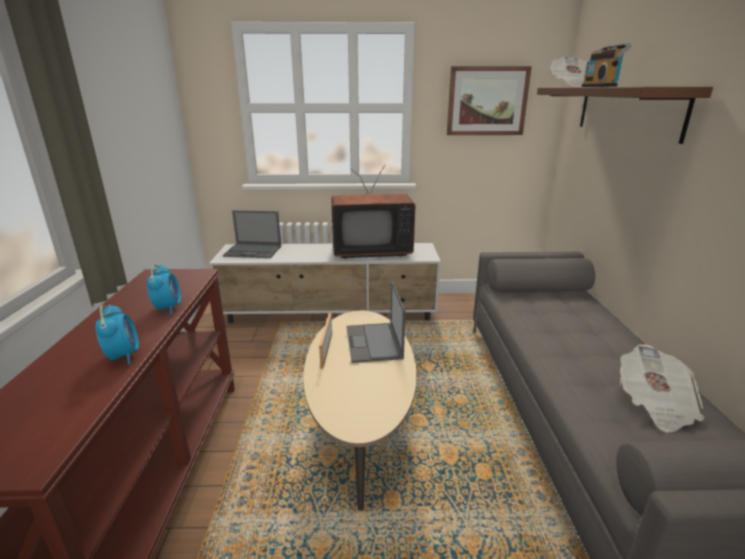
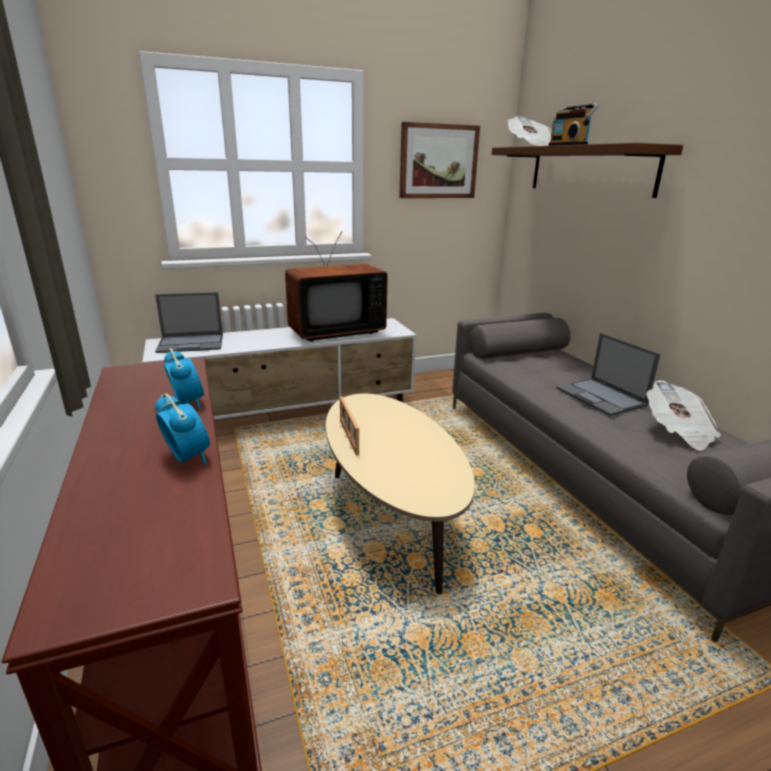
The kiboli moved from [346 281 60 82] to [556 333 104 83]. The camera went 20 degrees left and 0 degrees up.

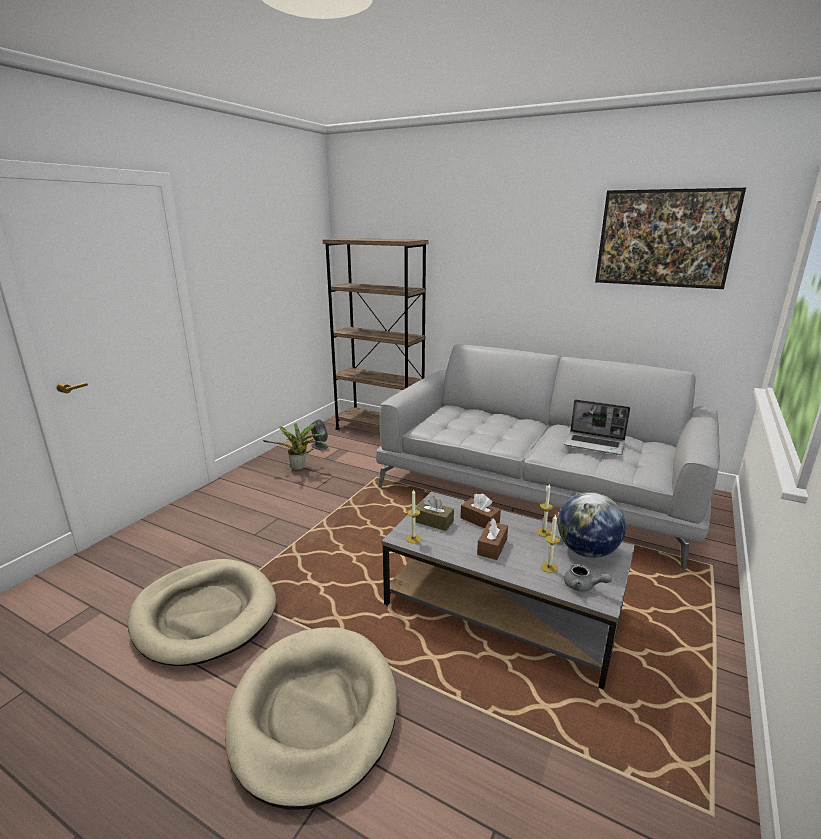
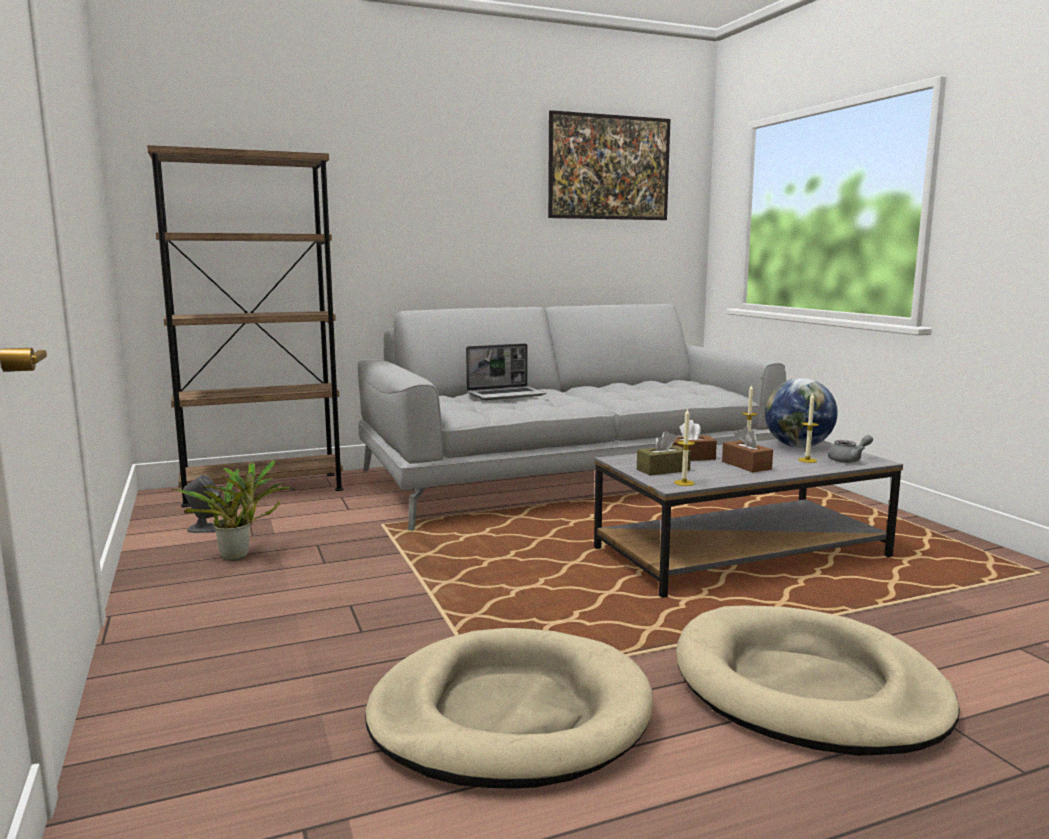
The kiboli moved from [564 399 66 56] to [466 343 80 57]. The camera went 50 degrees left and 10 degrees down.

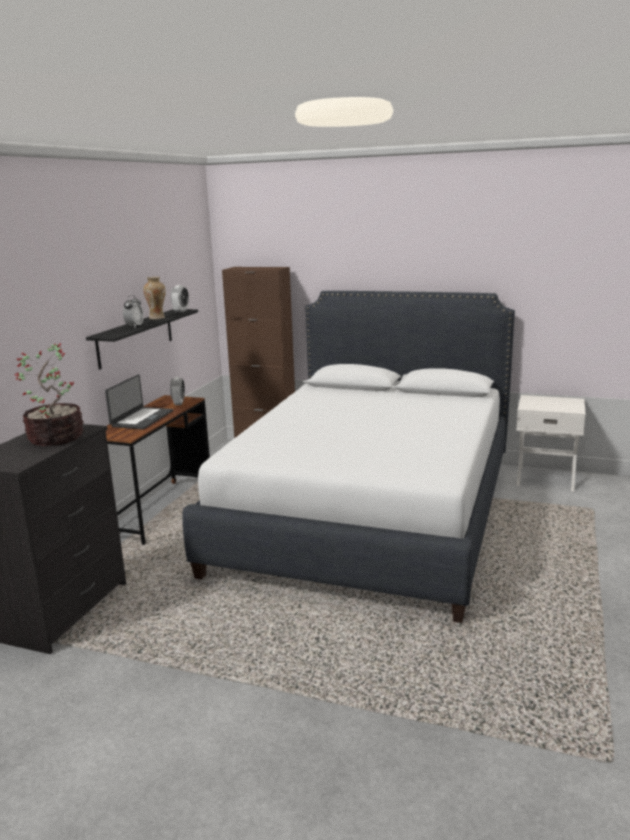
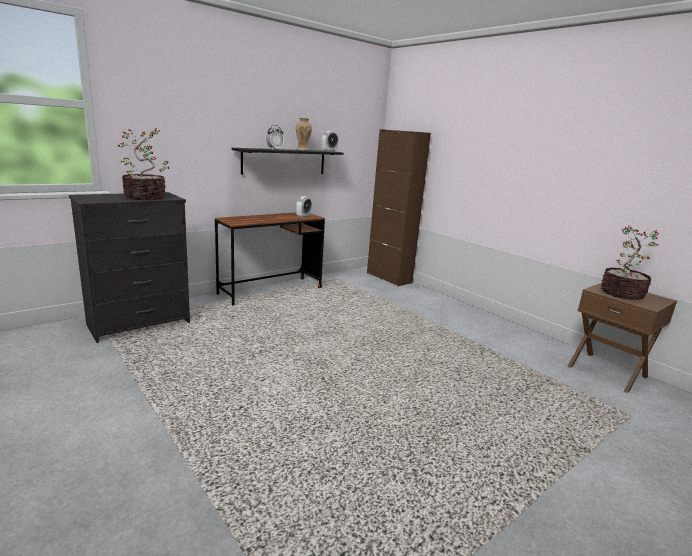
The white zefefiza at [182 291 333 332] disappeared. The kiboli at [105 374 68 55] disappeared. The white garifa at [516 395 70 96] became the brown garifa at [567 283 110 110]. The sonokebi at [601 225 58 75] appeared. The camera went 30 degrees right and 0 degrees up.

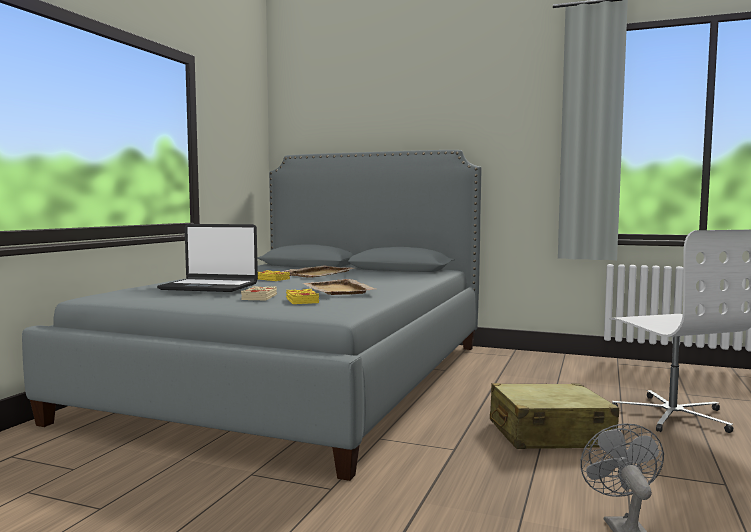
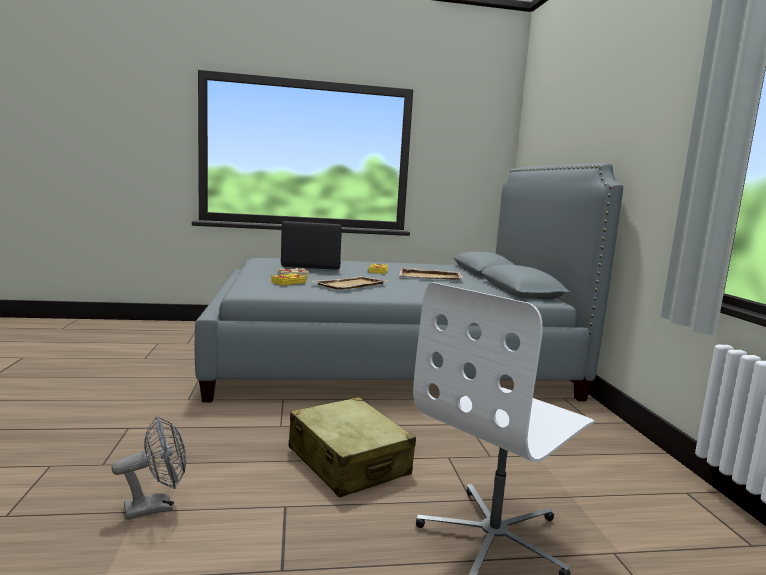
The kiboli at [157 224 101 68] turned 105 degrees clockwise. The camera went 60 degrees right and 5 degrees up.

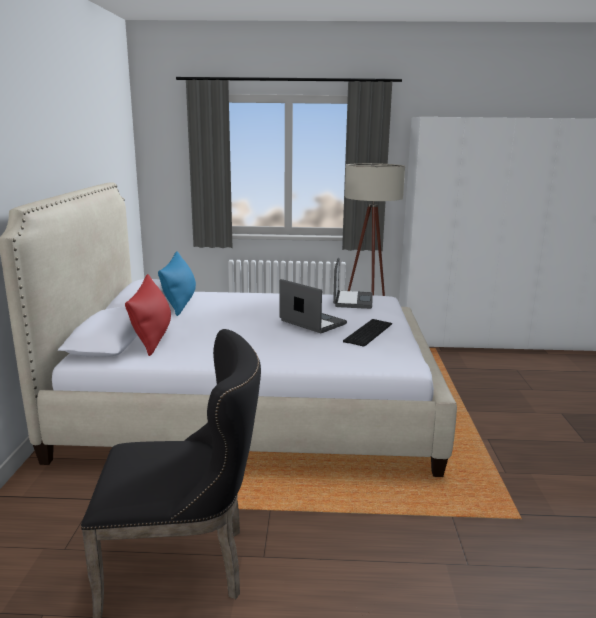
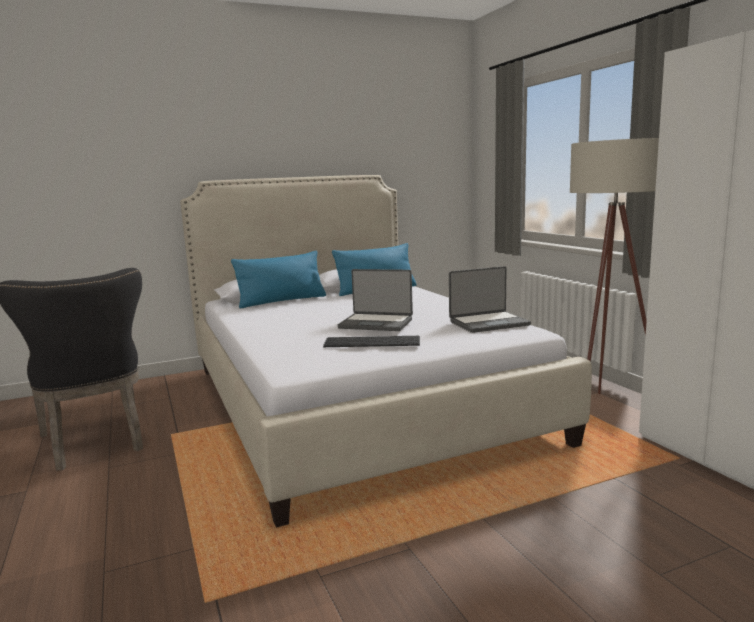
The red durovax at [125 274 46 82] became the blue durovax at [231 251 95 57]. The kiboli at [280 279 67 54] turned 90 degrees clockwise. The camera went 65 degrees right and 5 degrees down.

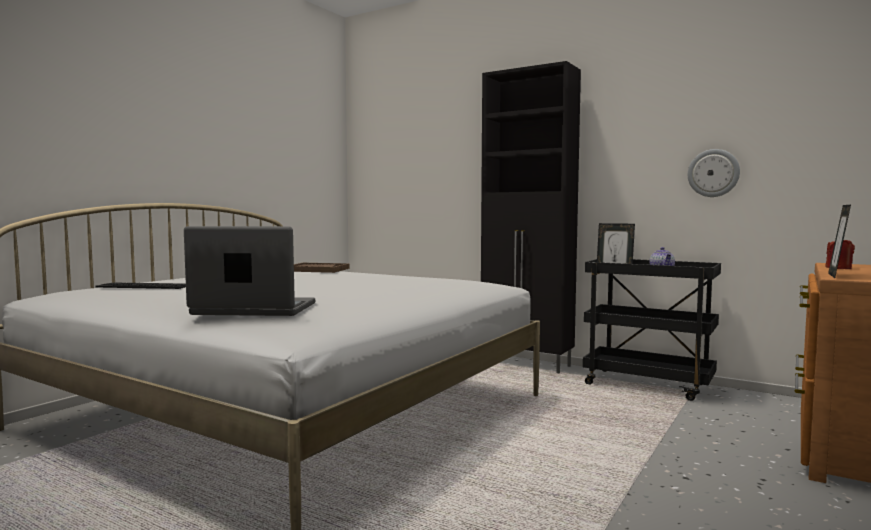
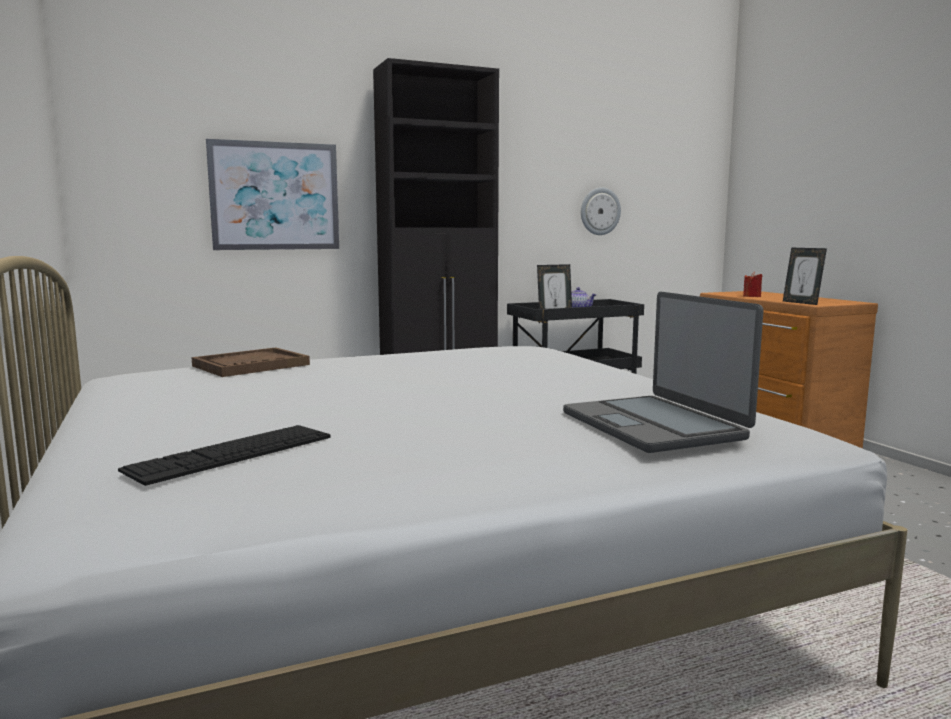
The kiboli at [184 226 131 90] turned 60 degrees counterclockwise. The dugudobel at [206 139 133 111] appeared. The camera went 55 degrees left and 5 degrees up.

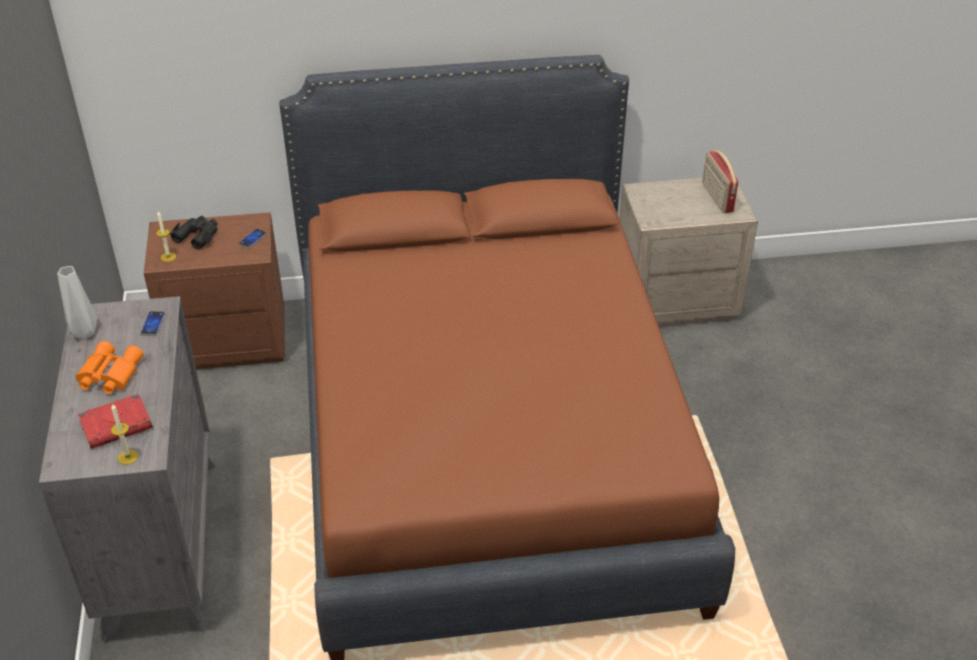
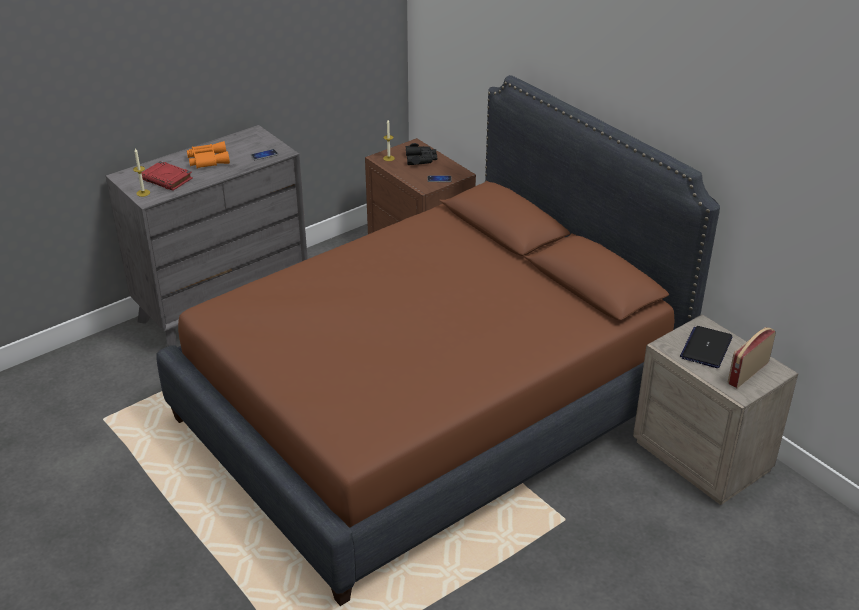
The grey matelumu at [58 266 39 74] disappeared. The kiboli at [680 326 52 42] appeared. The camera went 60 degrees right and 5 degrees down.

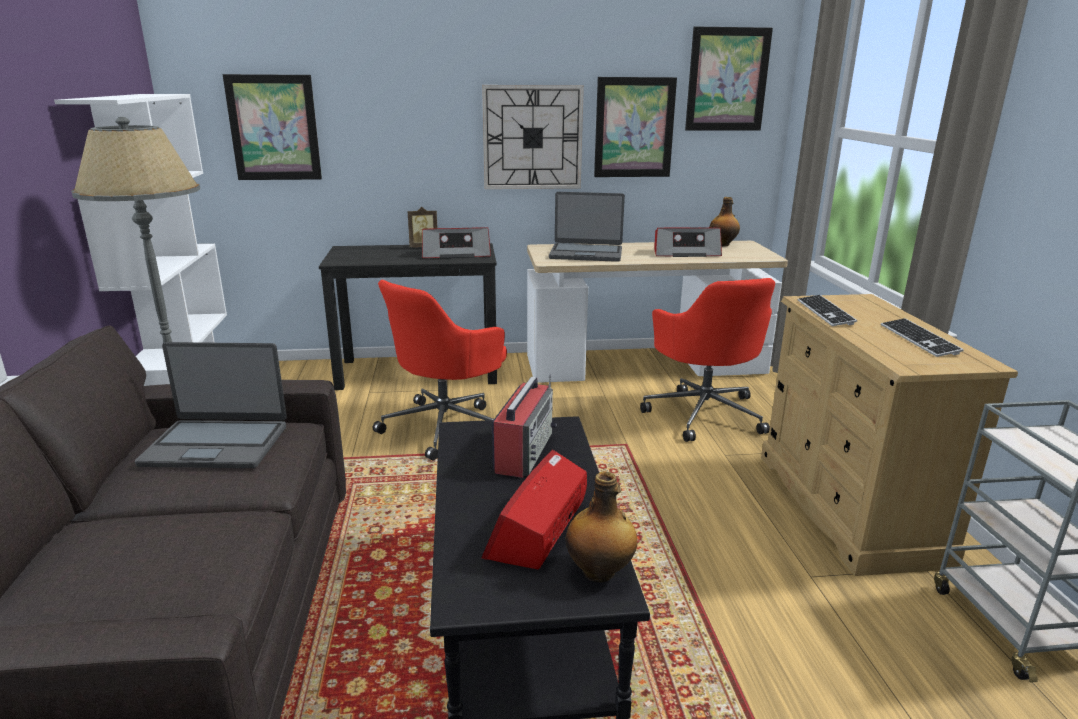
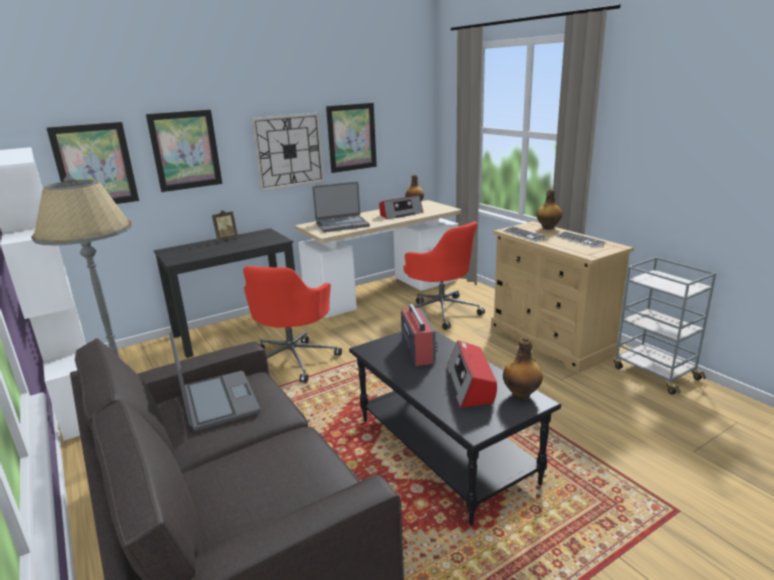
The dugudobel moved from [685 26 88 104] to [146 110 76 82]. The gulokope at [422 227 69 31] disappeared. The kiboli at [135 342 152 126] turned 90 degrees counterclockwise. The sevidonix at [537 189 25 41] appeared. The camera went 25 degrees left and 0 degrees up.

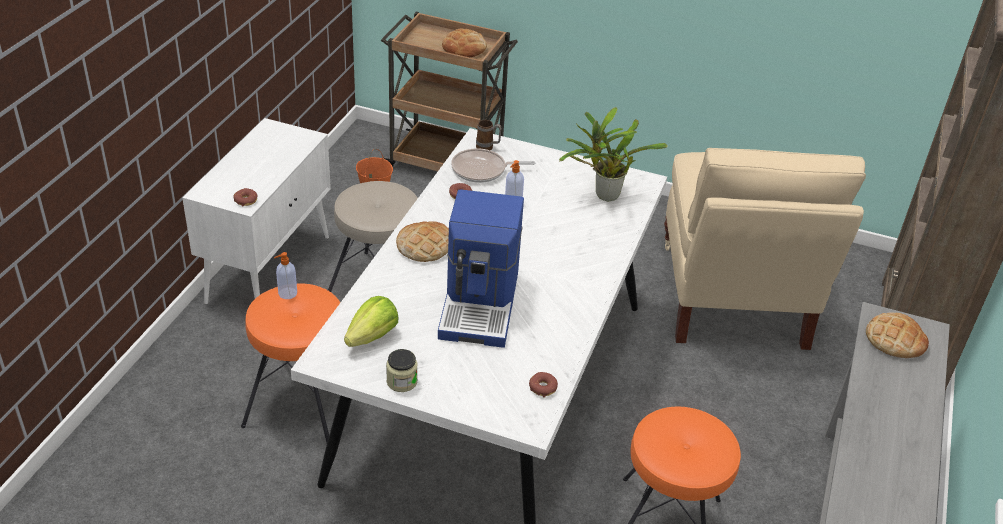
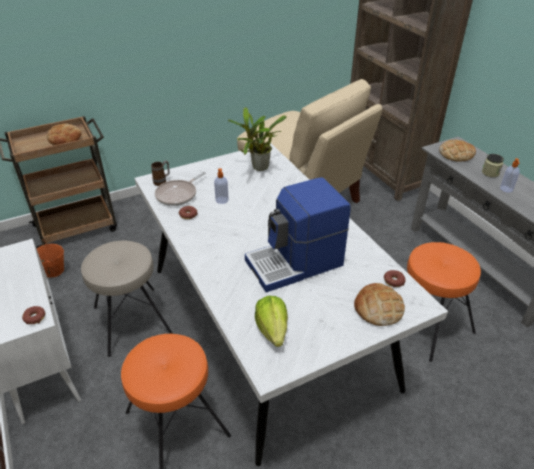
The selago at [438 189 86 159] turned 105 degrees clockwise. The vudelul moved from [396 221 53 41] to [354 283 51 43]. The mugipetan moved from [274 252 23 47] to [500 158 20 34]. The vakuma moved from [386 349 32 43] to [482 154 22 23]. The camera went 45 degrees left and 0 degrees up.

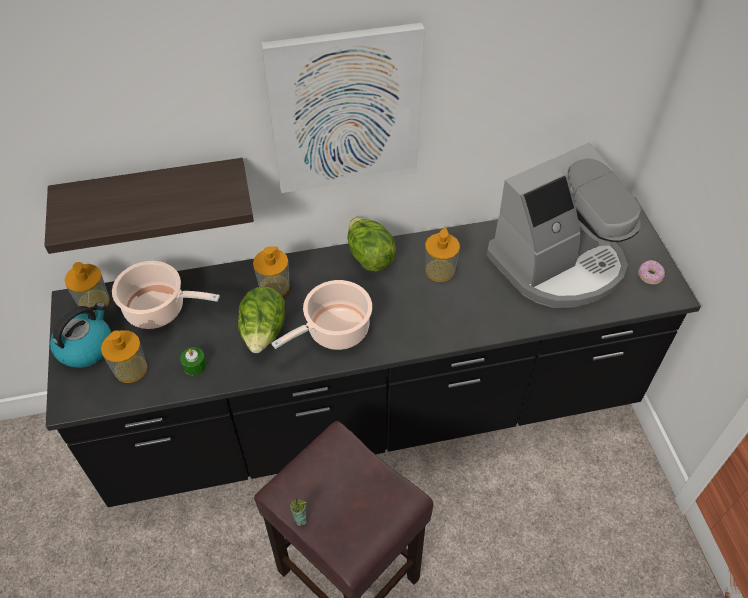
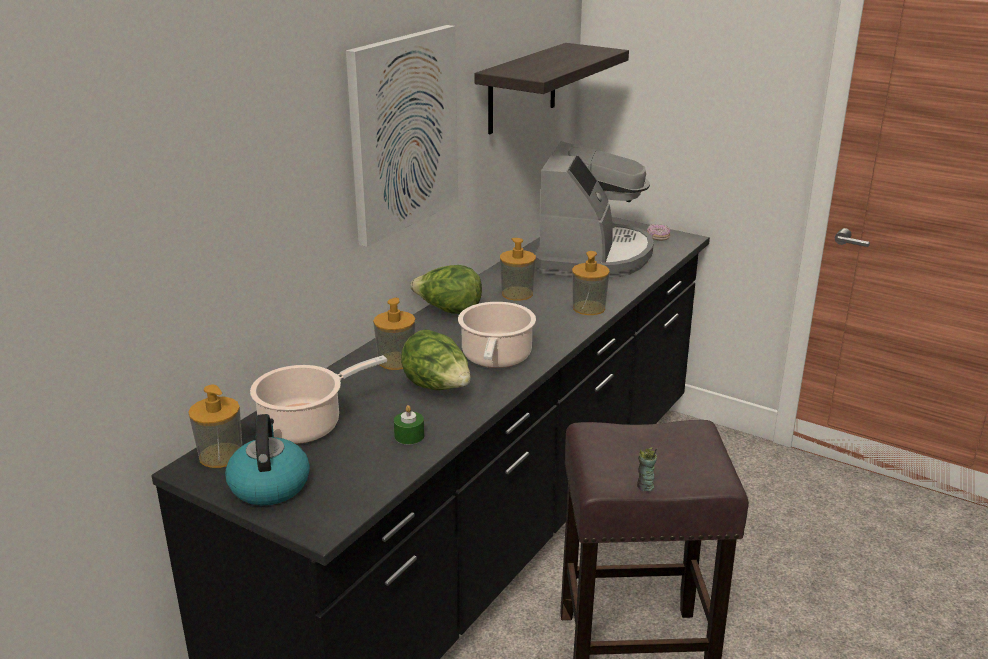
The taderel moved from [44 158 210 96] to [474 43 155 91]. The mugipetan moved from [101 330 47 53] to [572 251 38 64]. The camera went 45 degrees left and 25 degrees down.

